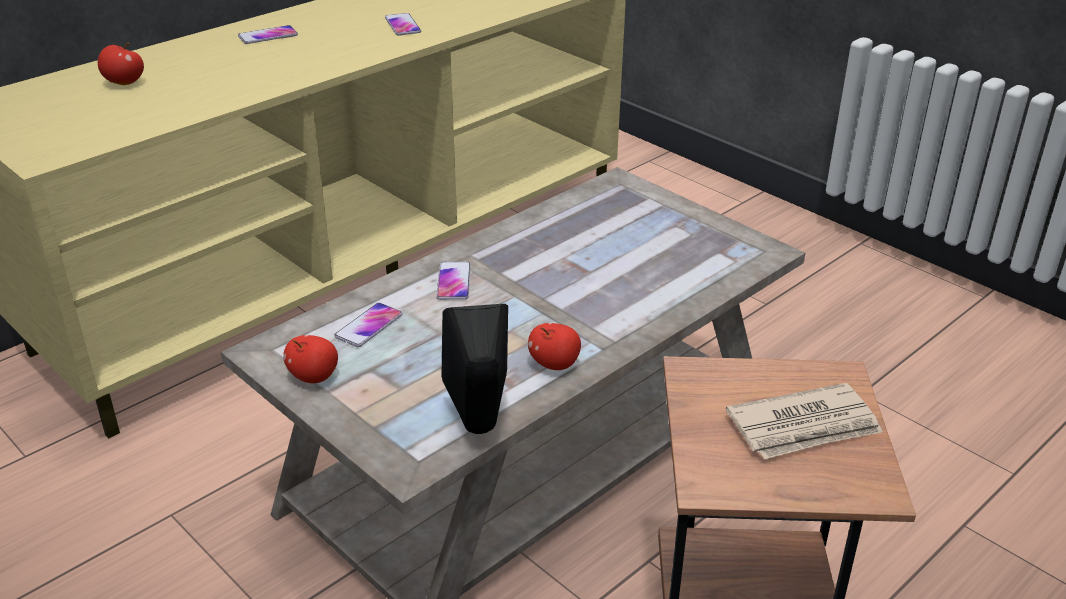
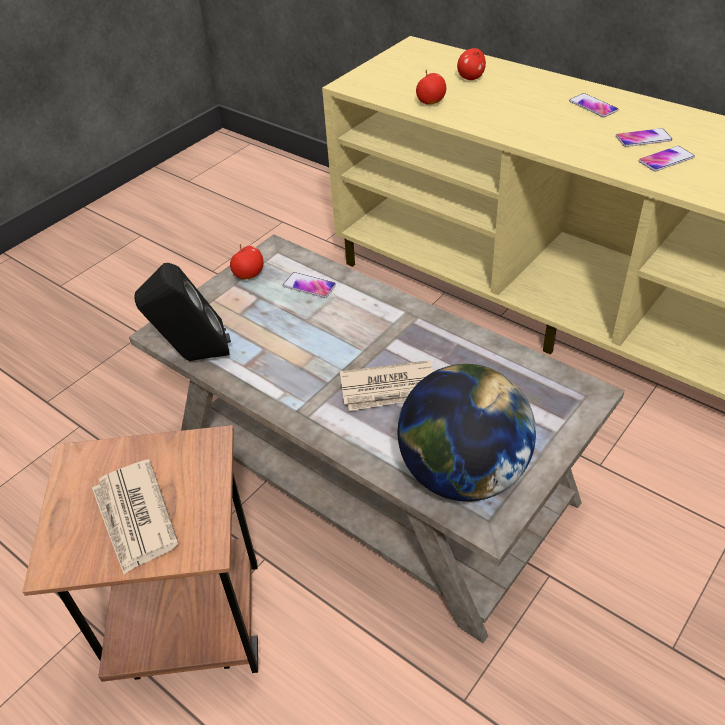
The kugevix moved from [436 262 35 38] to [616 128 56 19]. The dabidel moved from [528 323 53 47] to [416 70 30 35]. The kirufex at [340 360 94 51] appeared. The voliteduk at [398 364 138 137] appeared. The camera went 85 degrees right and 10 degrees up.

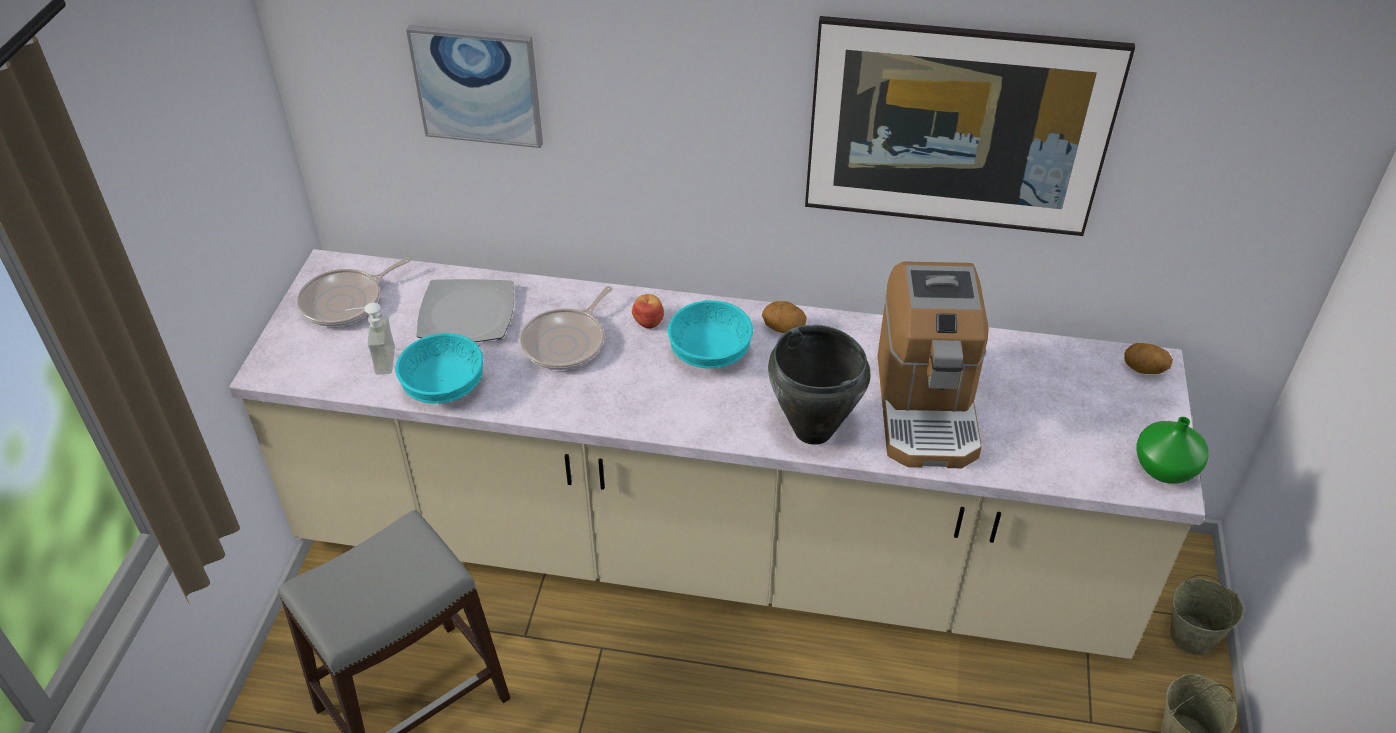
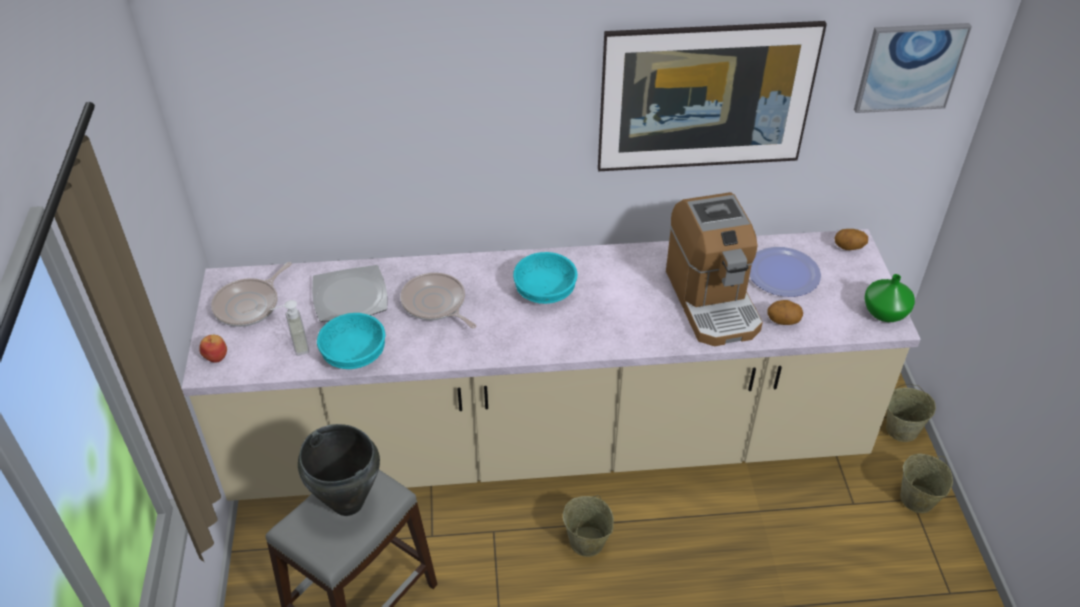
The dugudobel moved from [406 25 137 123] to [854 23 118 90]. The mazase at [520 286 92 84] turned 120 degrees clockwise. The dabidel moved from [632 294 32 35] to [199 335 28 28]. The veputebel moved from [762 301 44 32] to [767 300 36 25]. The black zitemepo moved from [768 324 102 121] to [298 424 82 92]. The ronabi at [750 247 71 50] appeared. The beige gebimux at [563 495 51 62] appeared. The camera went 15 degrees left and 0 degrees up.

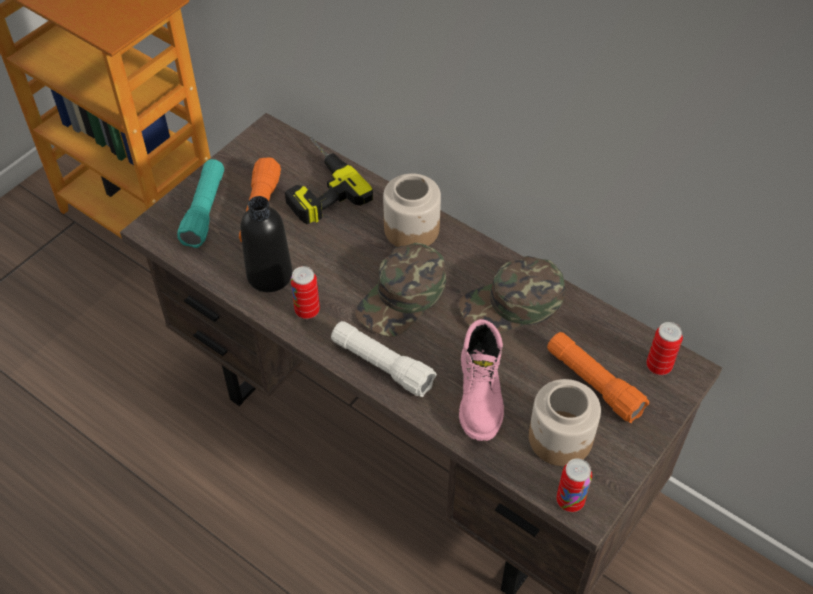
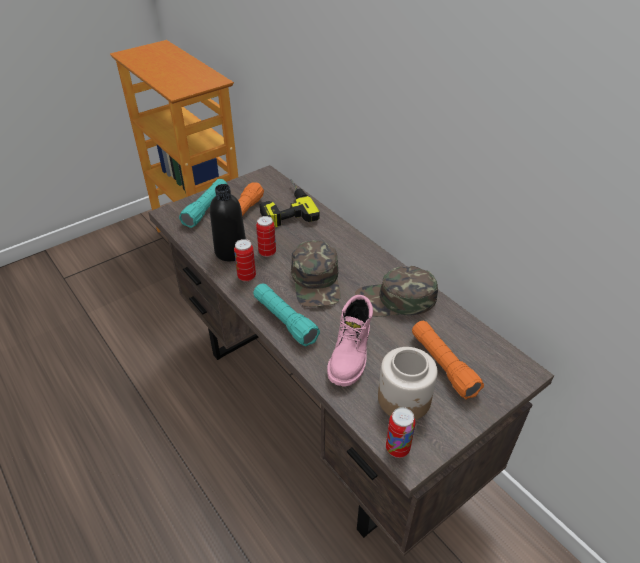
The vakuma at [383 174 58 73] disappeared. The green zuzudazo at [356 243 90 94] turned 60 degrees counterclockwise. The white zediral at [331 321 106 76] became the turquoise zediral at [253 284 67 62]. The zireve moved from [646 322 37 53] to [256 216 20 41]. The camera went 15 degrees right and 10 degrees down.

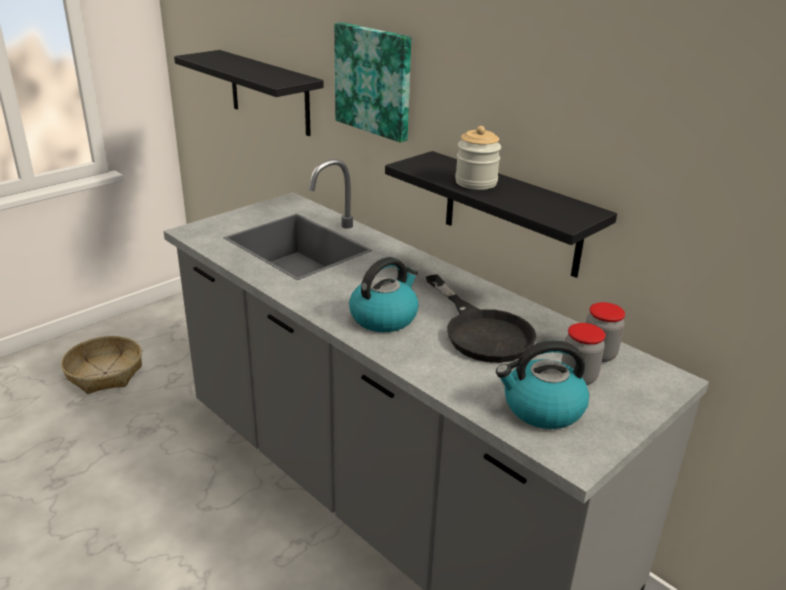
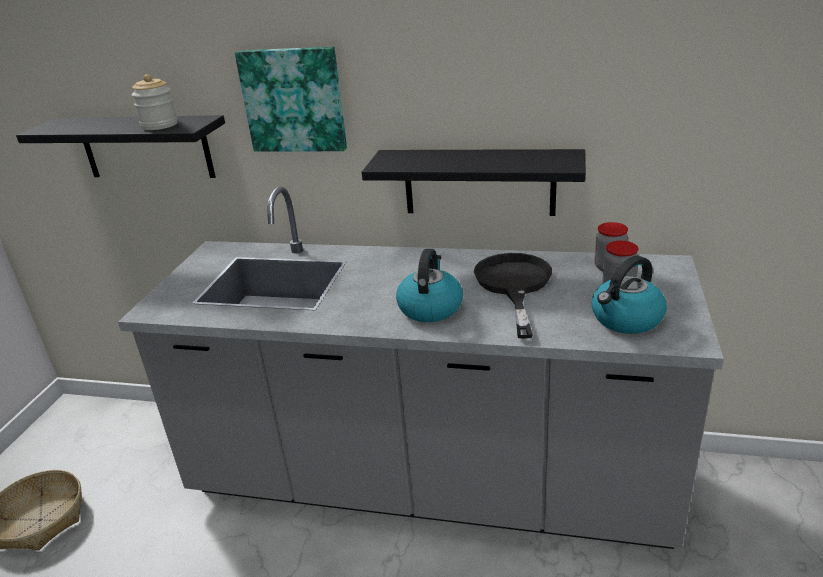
The vakuma moved from [455 126 46 64] to [132 74 46 56]. The black mazase at [426 275 111 88] turned 120 degrees counterclockwise. The camera went 30 degrees left and 0 degrees up.

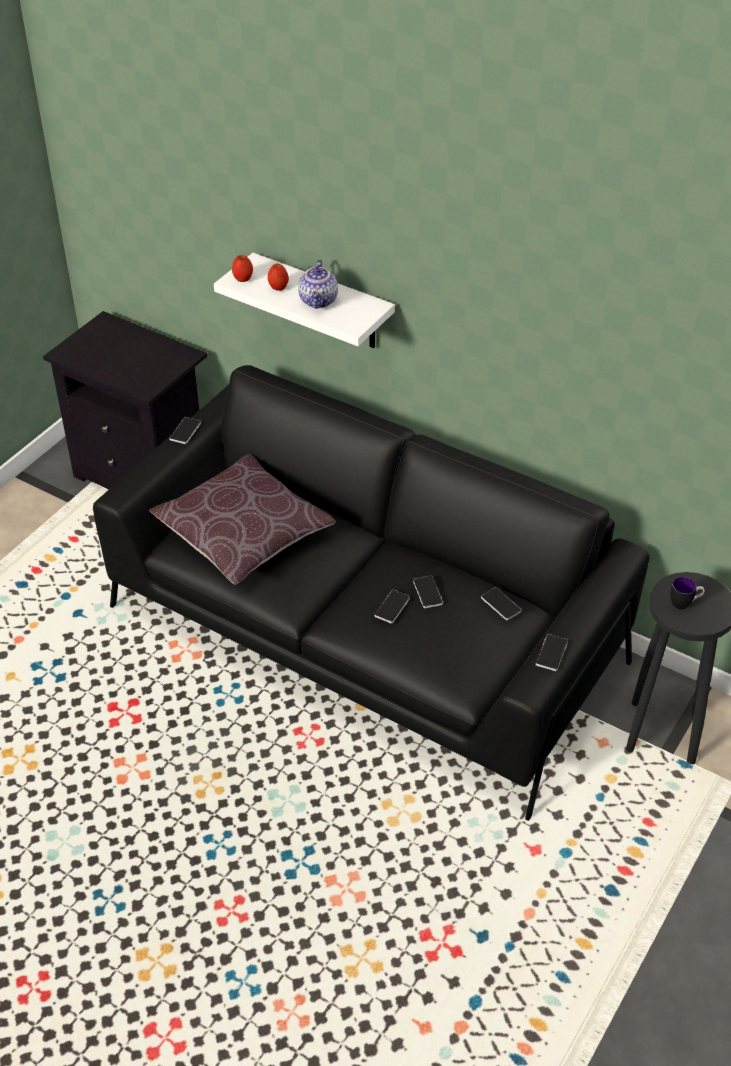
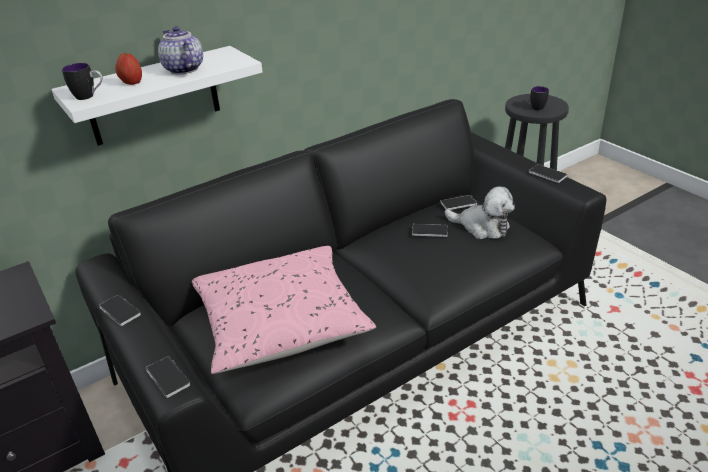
The dabidel at [232 255 21 27] was replaced by the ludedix at [62 63 41 37]. The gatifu at [298 260 40 49] turned 150 degrees counterclockwise. The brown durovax at [149 454 187 131] became the pink durovax at [192 246 184 128]. The kugevix moved from [374 590 36 34] to [146 356 44 42]. The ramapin at [445 187 70 52] appeared. The camera went 65 degrees left and 10 degrees down.

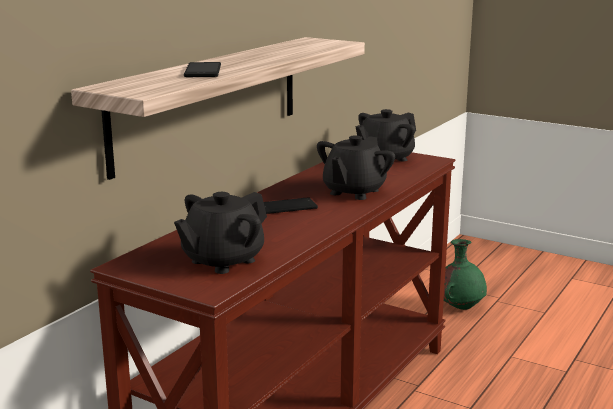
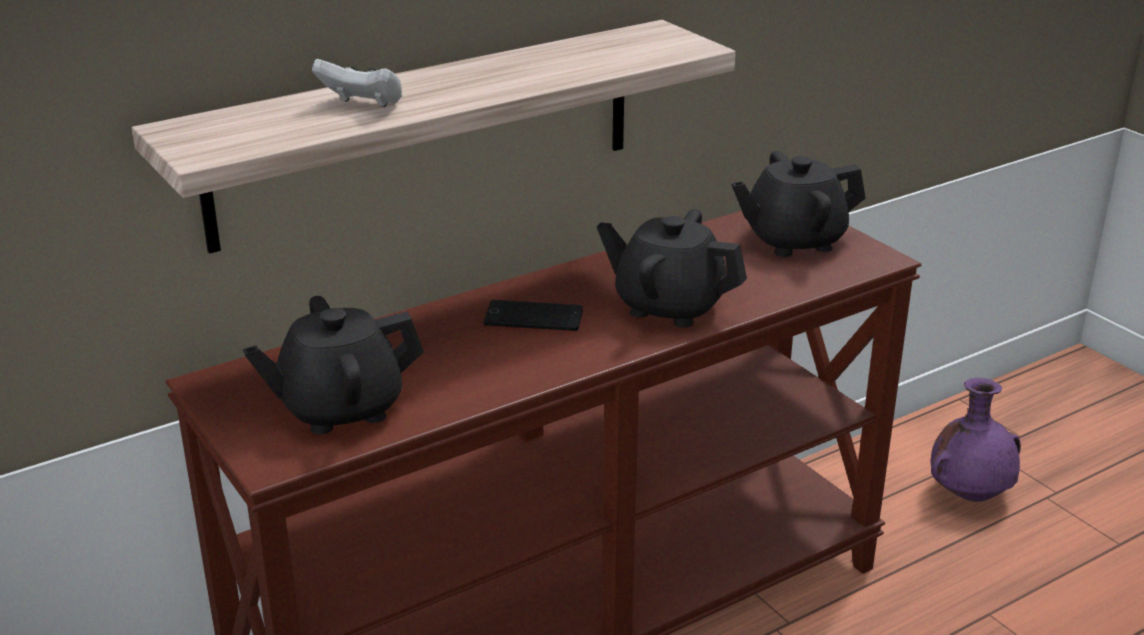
The kugevix at [184 62 37 15] was replaced by the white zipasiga at [312 59 91 48]. The black gatifu at [317 135 78 65] turned 60 degrees clockwise. The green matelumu at [444 239 43 71] became the purple matelumu at [931 378 90 124]. The camera went 25 degrees right and 10 degrees up.

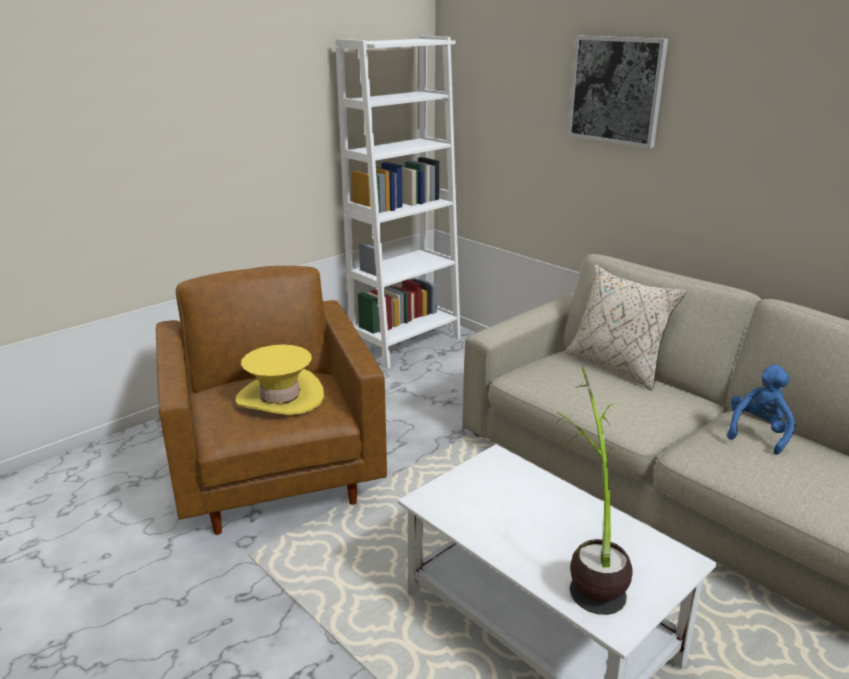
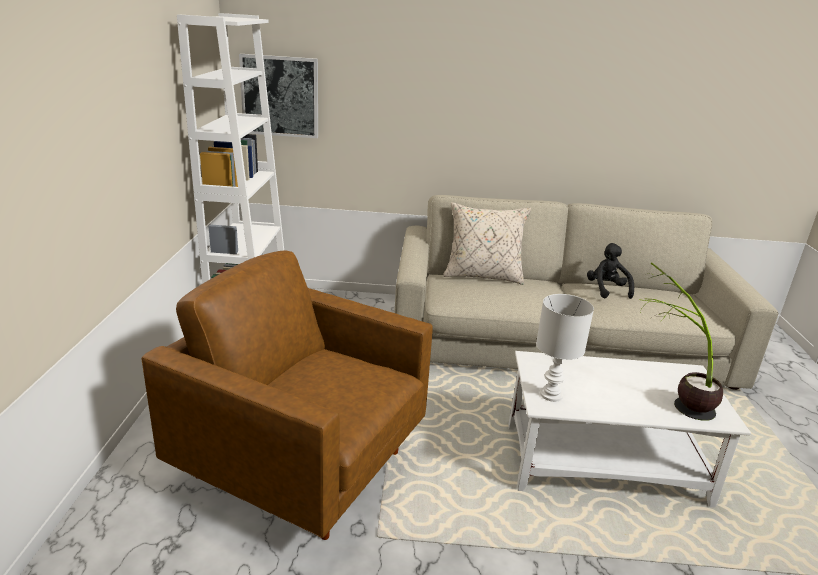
The dugudobel moved from [568 36 100 112] to [239 54 79 84]. The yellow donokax at [235 345 89 70] disappeared. The blue ramapin at [727 365 68 90] became the black ramapin at [587 243 47 56]. The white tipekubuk at [536 294 58 108] appeared. The camera went 45 degrees left and 0 degrees up.

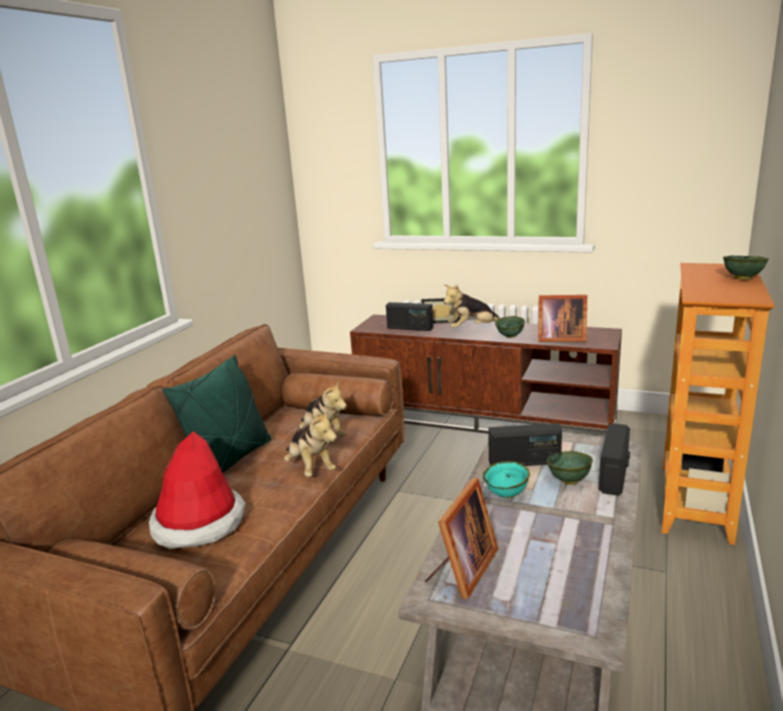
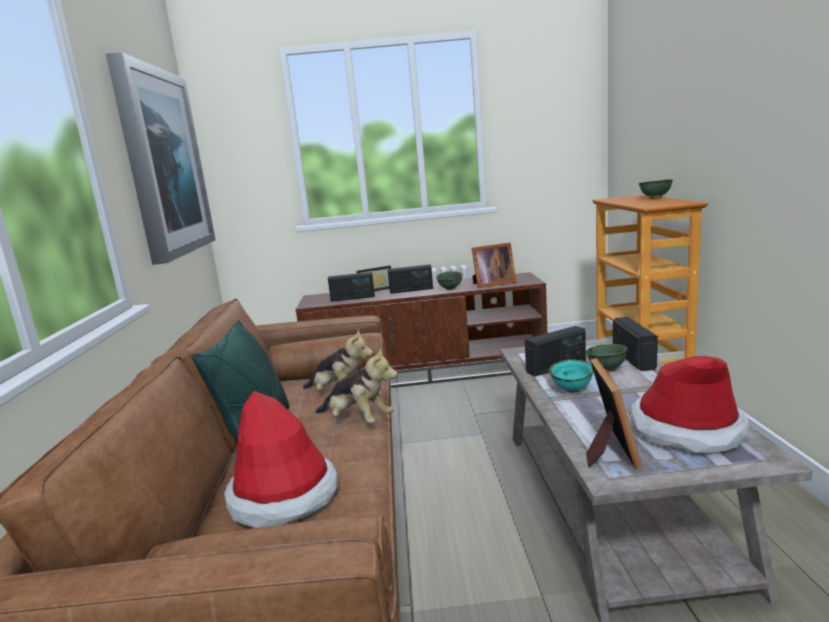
The ramapin at [443 284 57 44] was replaced by the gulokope at [387 264 46 30]. The dugudobel at [106 52 109 213] appeared. The donokax at [631 356 118 96] appeared. The camera went 25 degrees left and 5 degrees down.

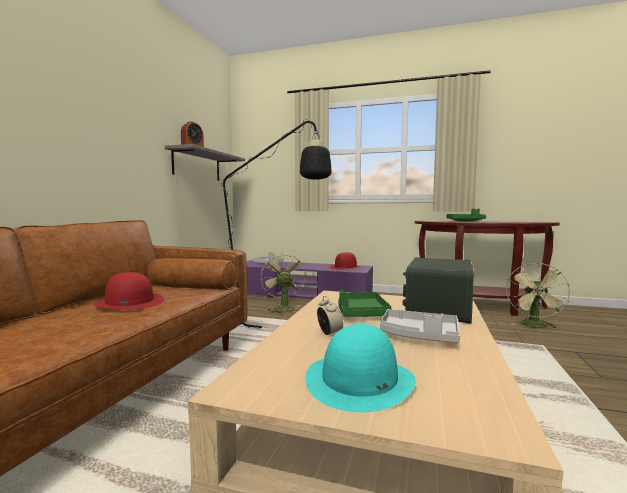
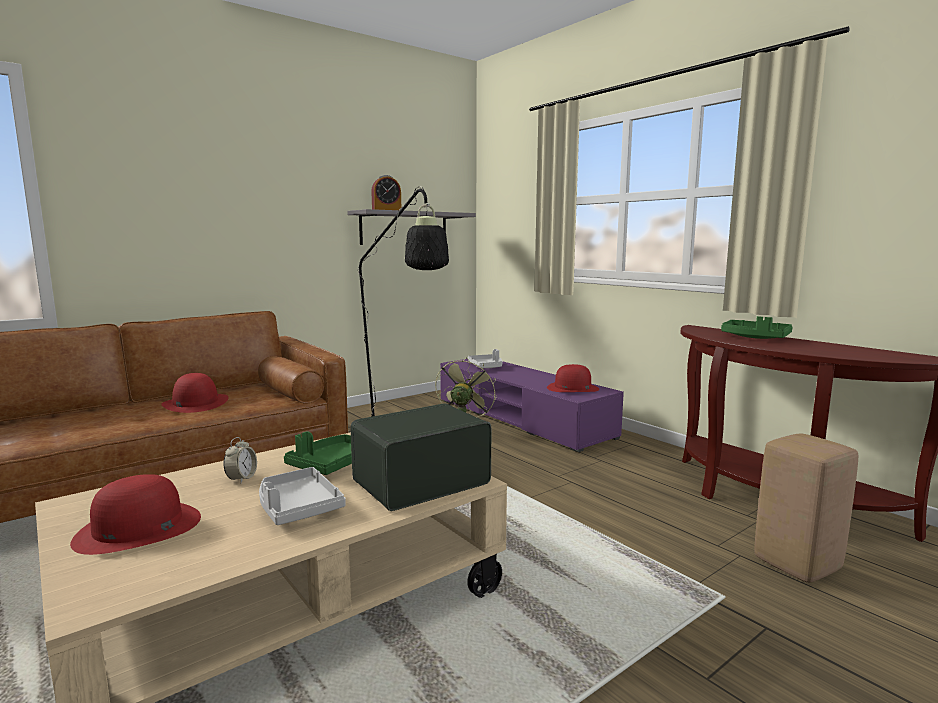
The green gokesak at [506 263 64 66] was replaced by the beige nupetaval at [754 434 104 149]. The turquoise donokax at [305 324 111 89] became the red donokax at [70 474 131 81]. The camera went 35 degrees right and 5 degrees up.

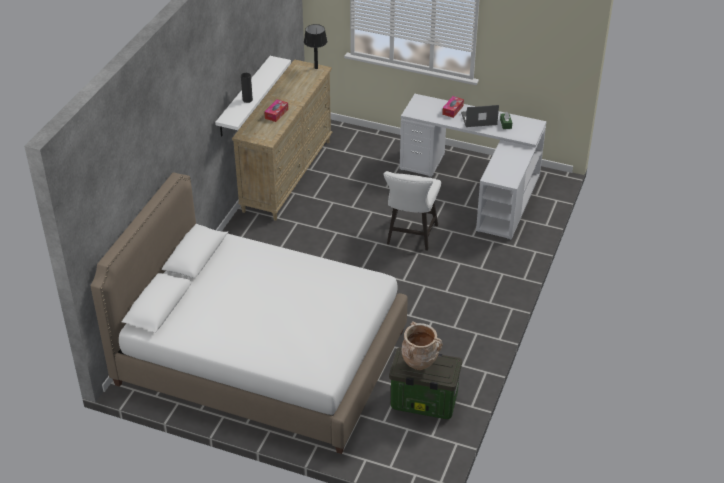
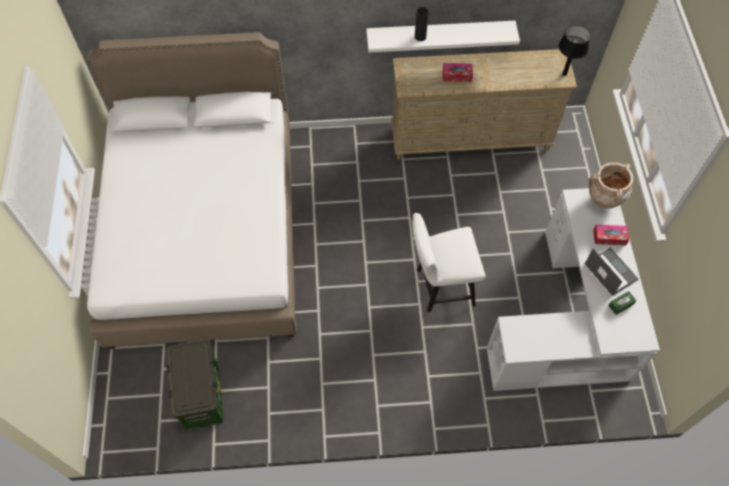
The beige matelumu moved from [401 321 42 49] to [589 162 44 47]. The camera went 65 degrees right and 20 degrees up.

